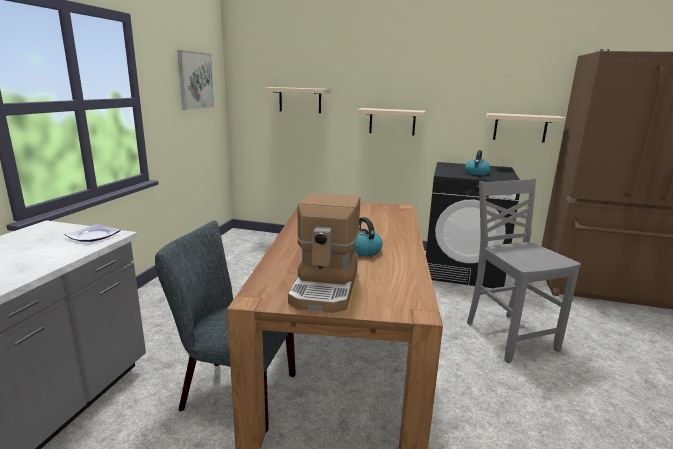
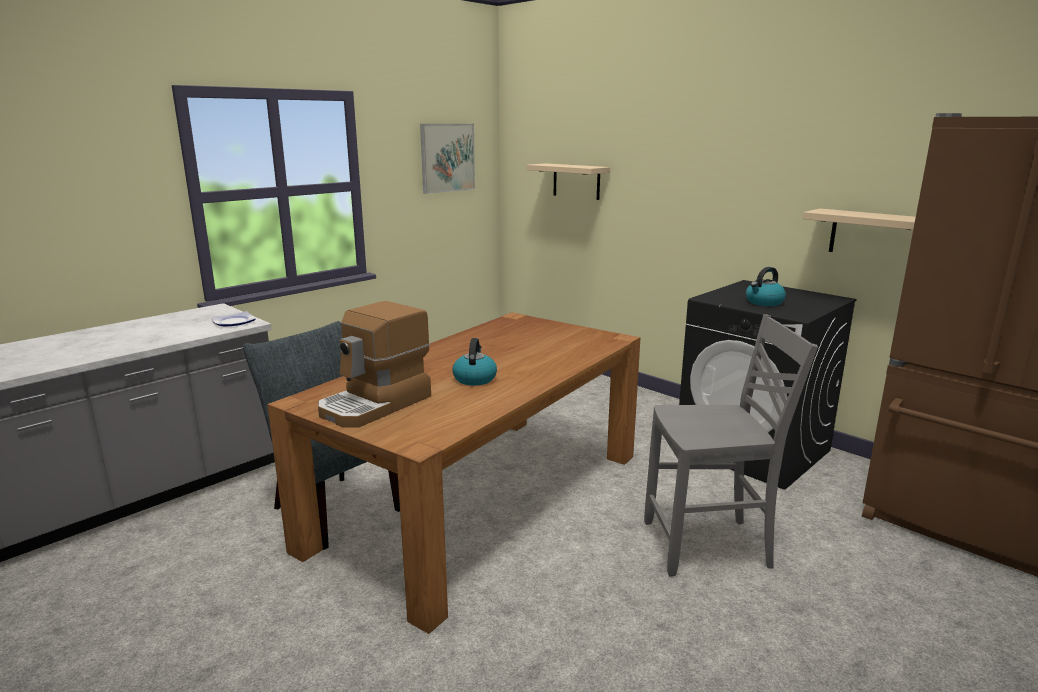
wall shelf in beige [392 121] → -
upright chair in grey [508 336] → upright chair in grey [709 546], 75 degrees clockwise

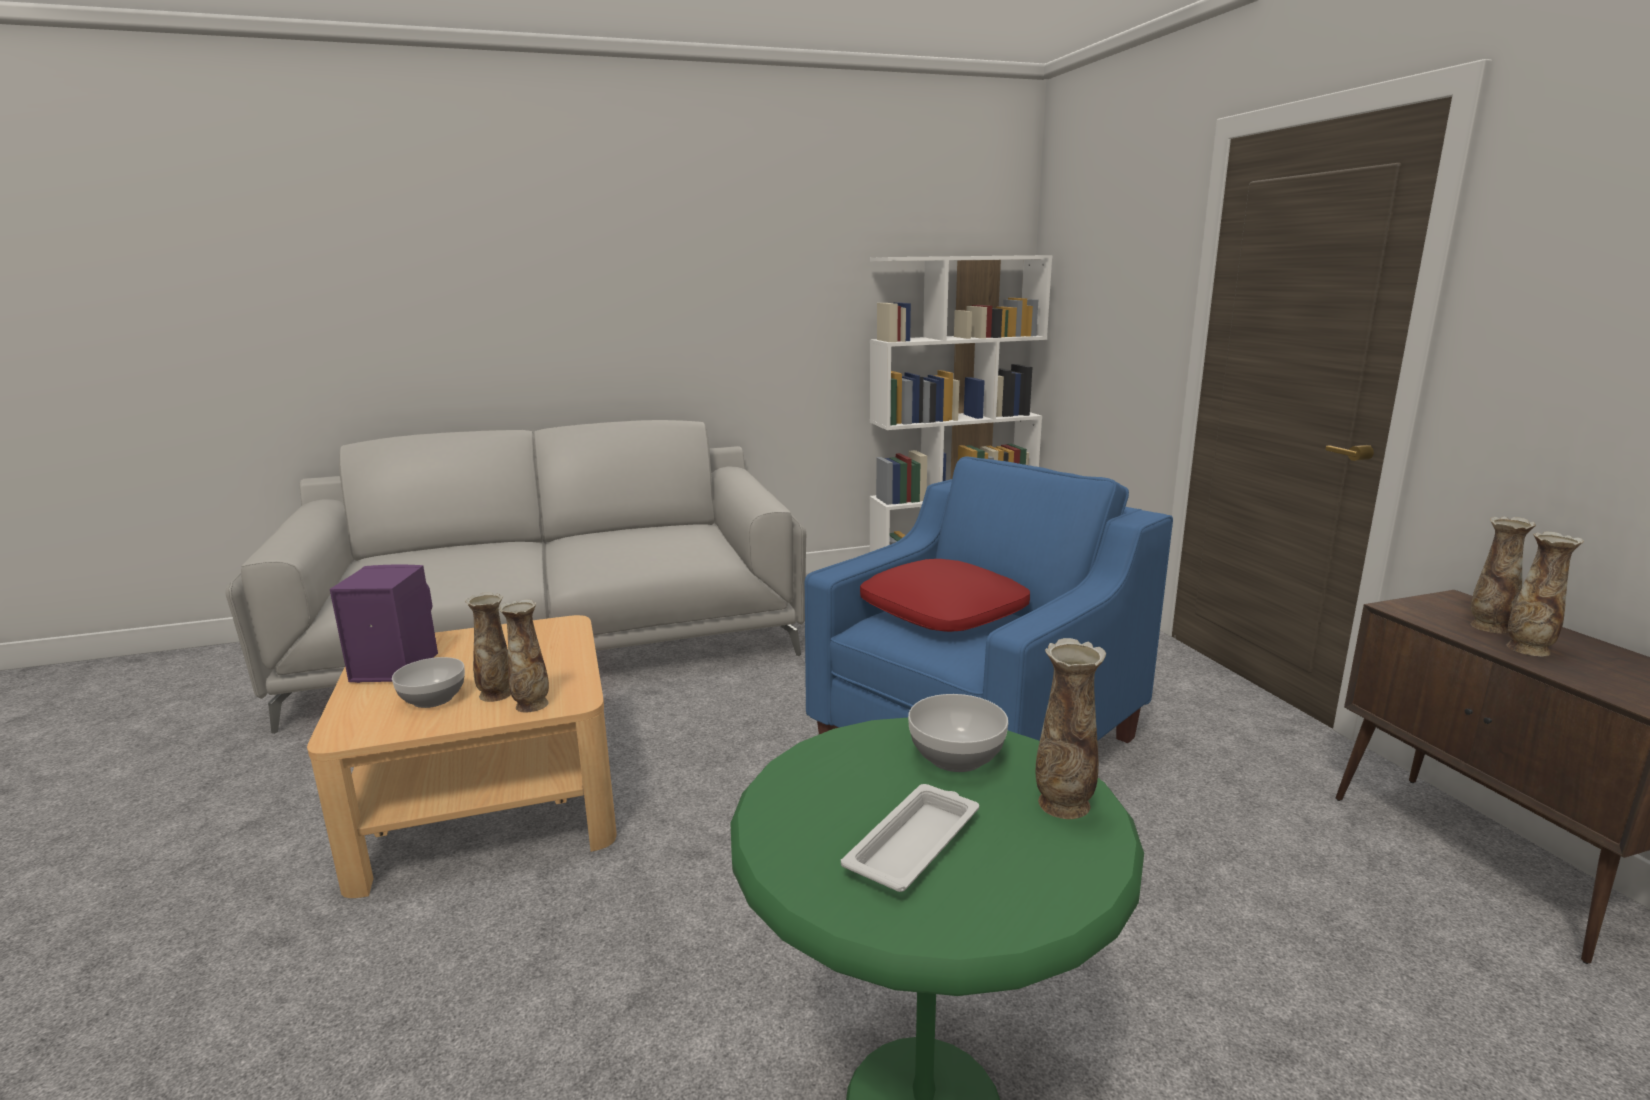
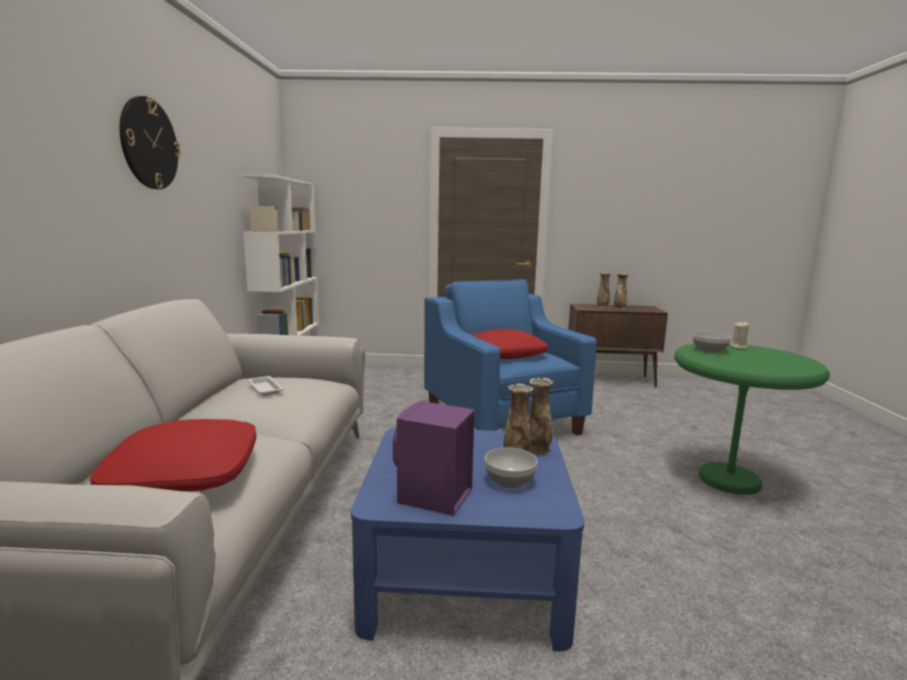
low table in beige [491 799] → low table in blue [464 571]
vase [1063 805] → wax candle in beige [738 347]
carrying tray in whitish [915 843] → carrying tray in whitish [265 388], moved
- → clock on the wall [149 144]
- → pillow in red [183 473]

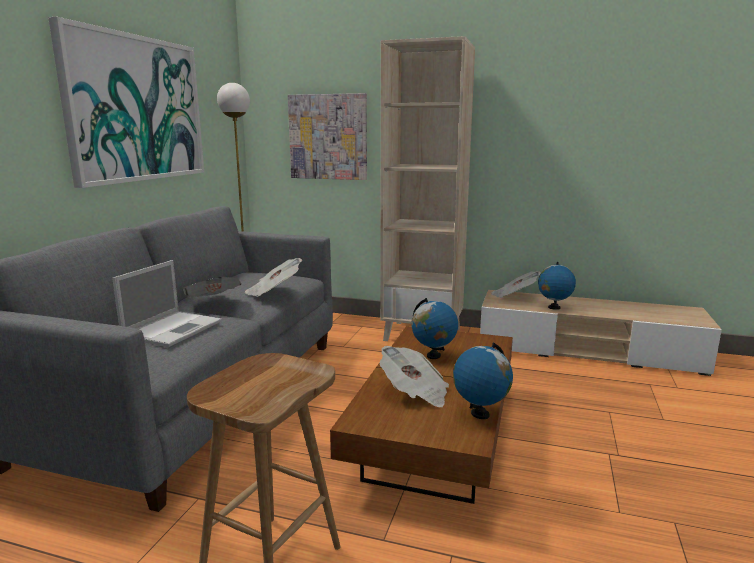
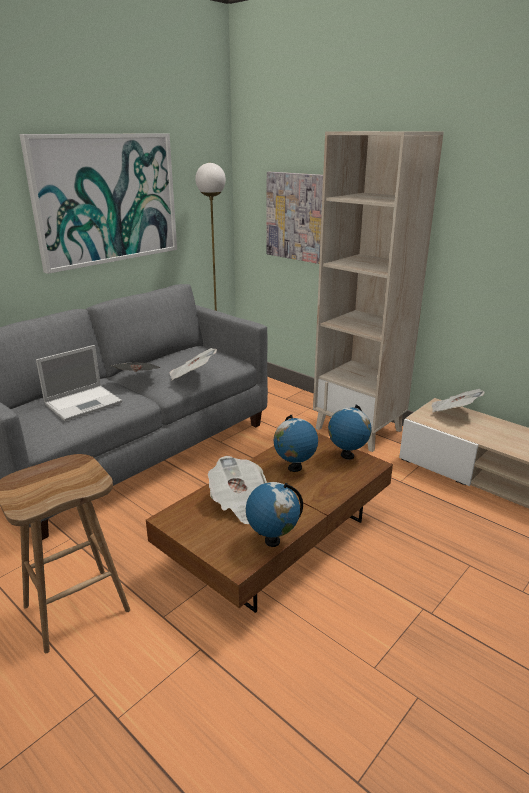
globe [554 307] → globe [347 455], moved

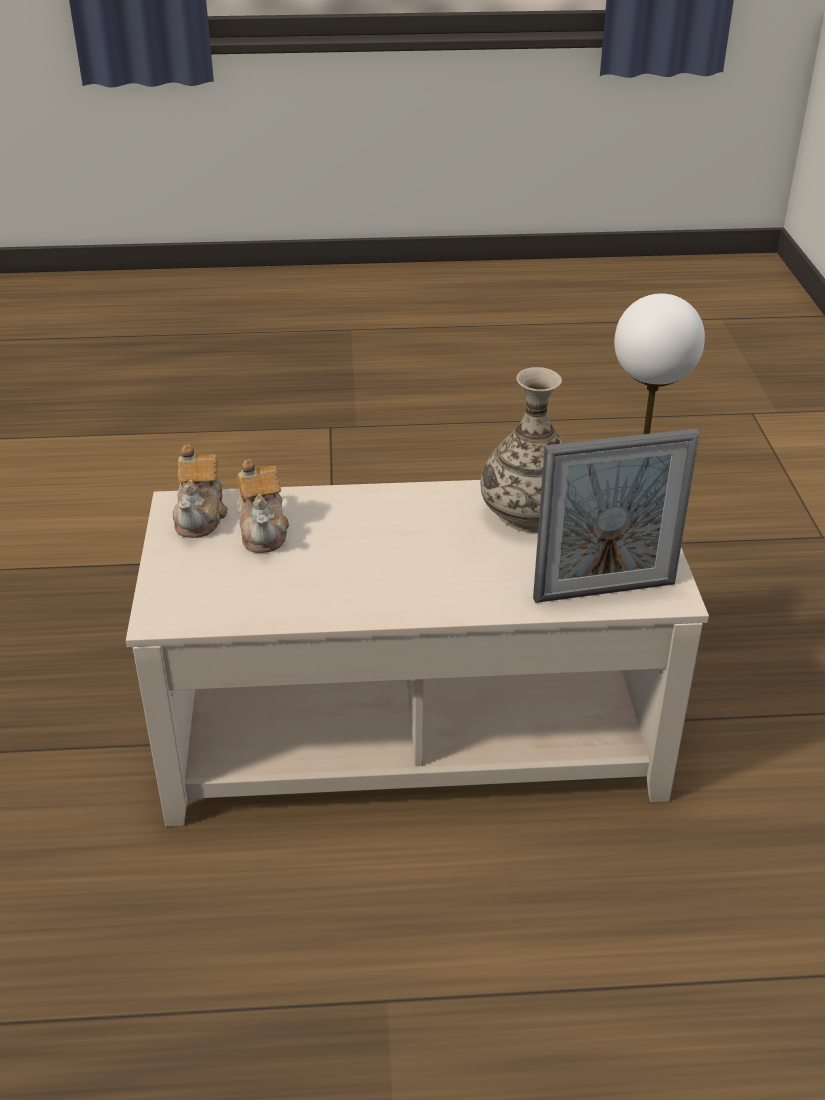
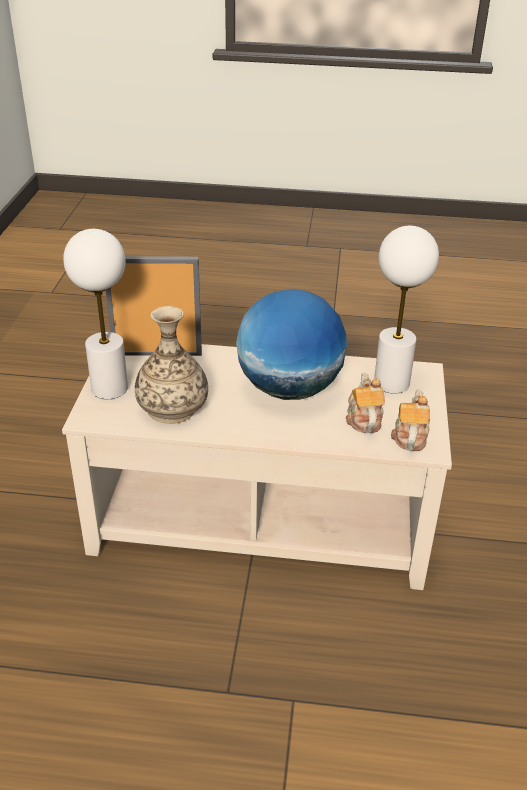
- → table lamp in whitish [392 383]
- → globe [289 389]

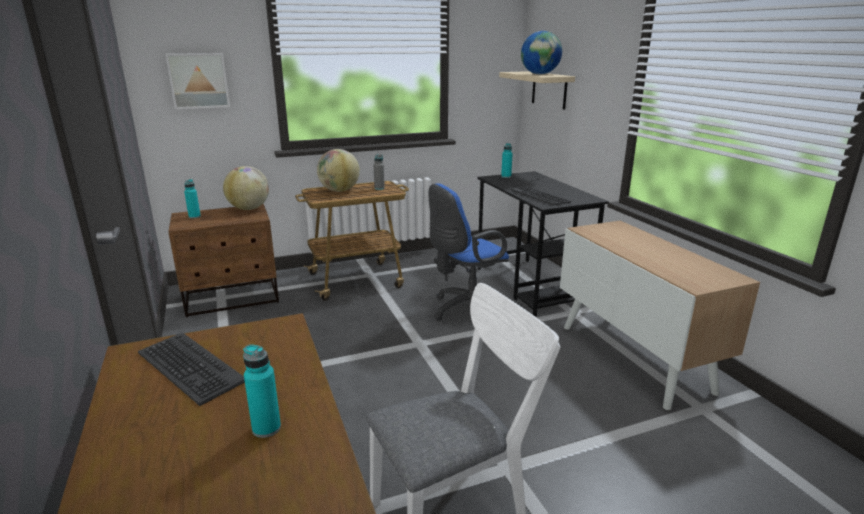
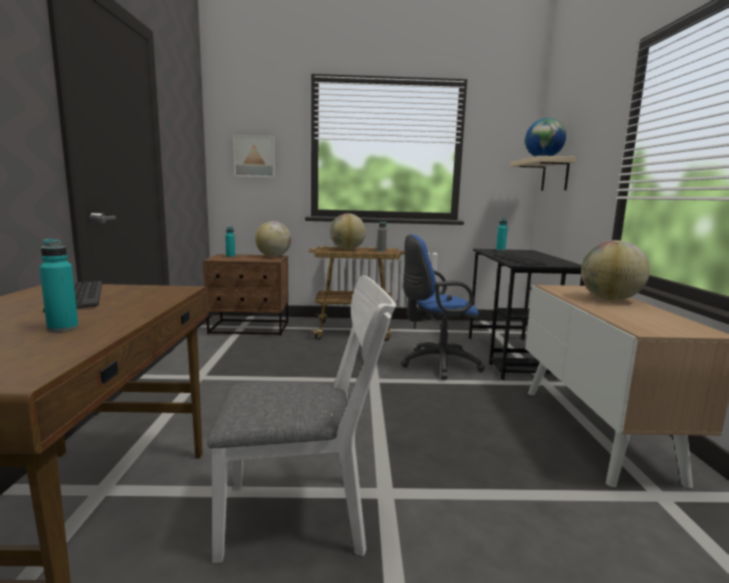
- → globe [610 299]

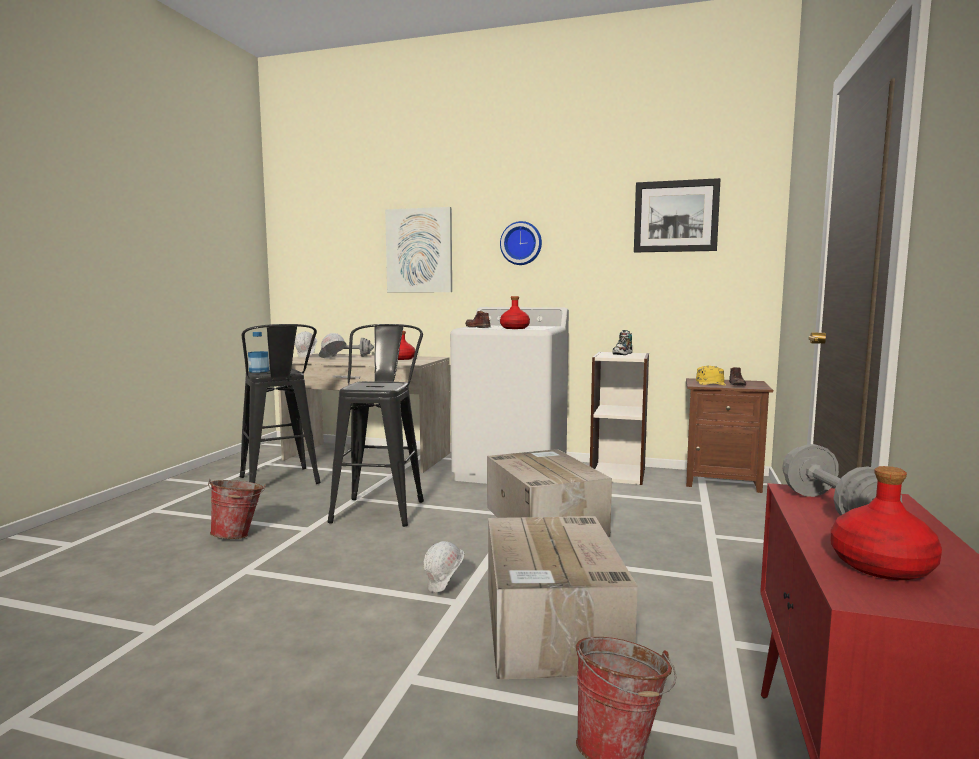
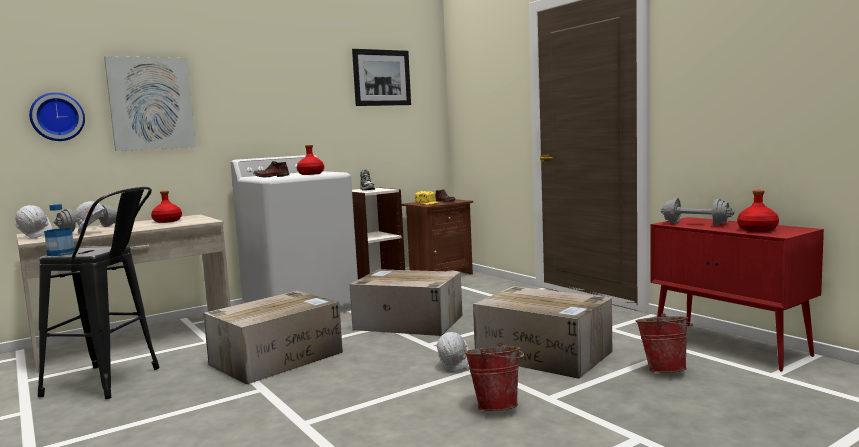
clock on the wall [521 243] → clock on the wall [57 117], moved
stool in black [381 508] → packing box [278 358]
bucket [239 535] → bucket [496 406], moved

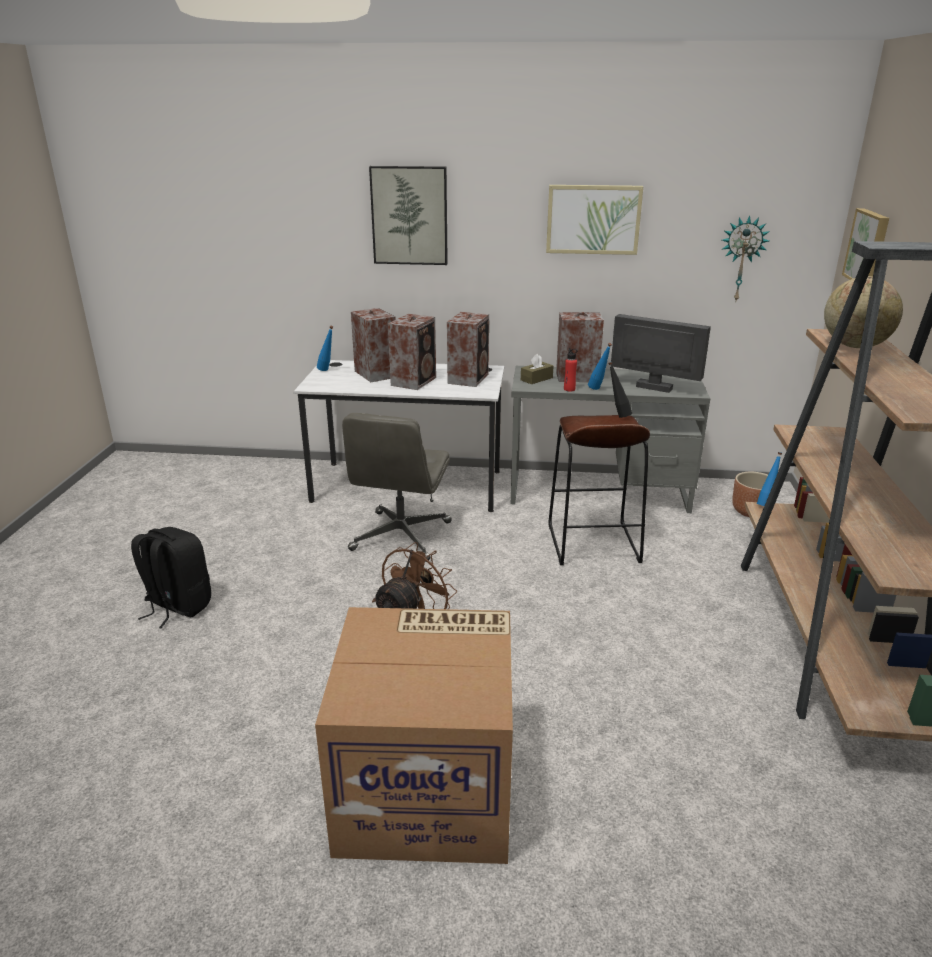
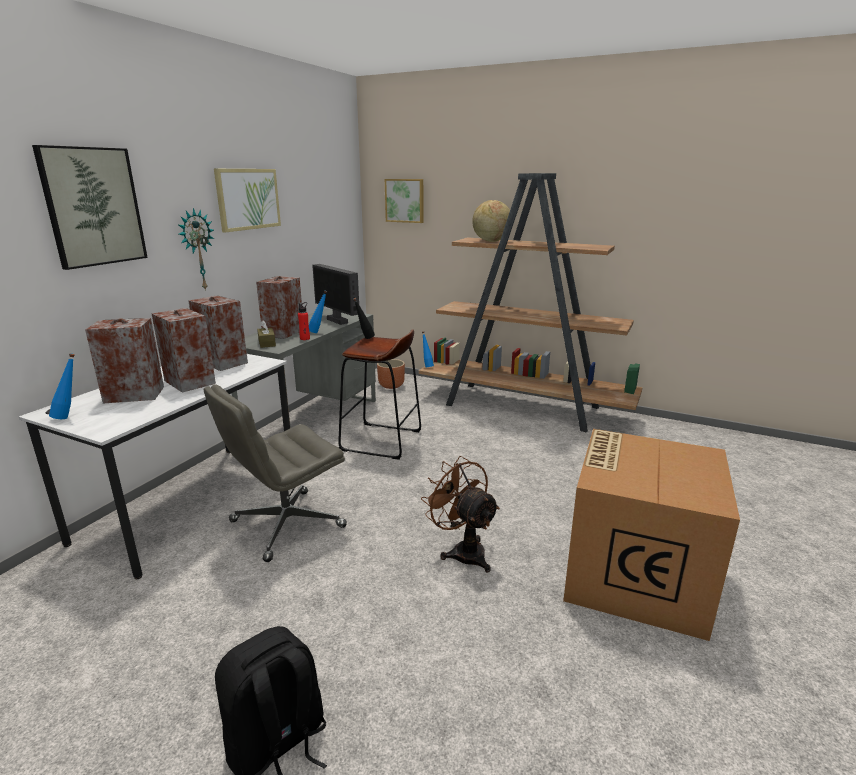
clock on the wall [741 259] → clock on the wall [197 250], moved
monitor [653 388] → monitor [338 321], 90 degrees counterclockwise
desk chair in grey [401 537] → desk chair in grey [286 525], 105 degrees clockwise

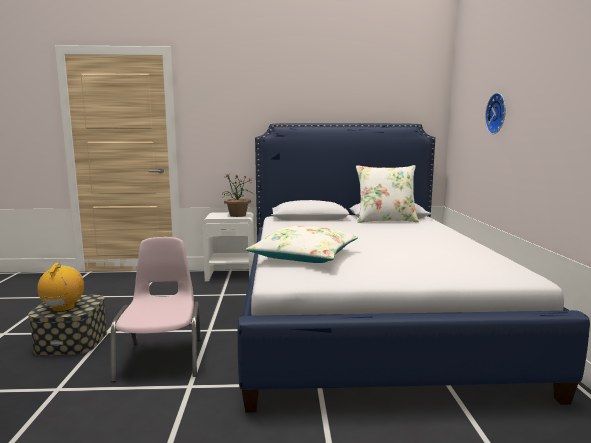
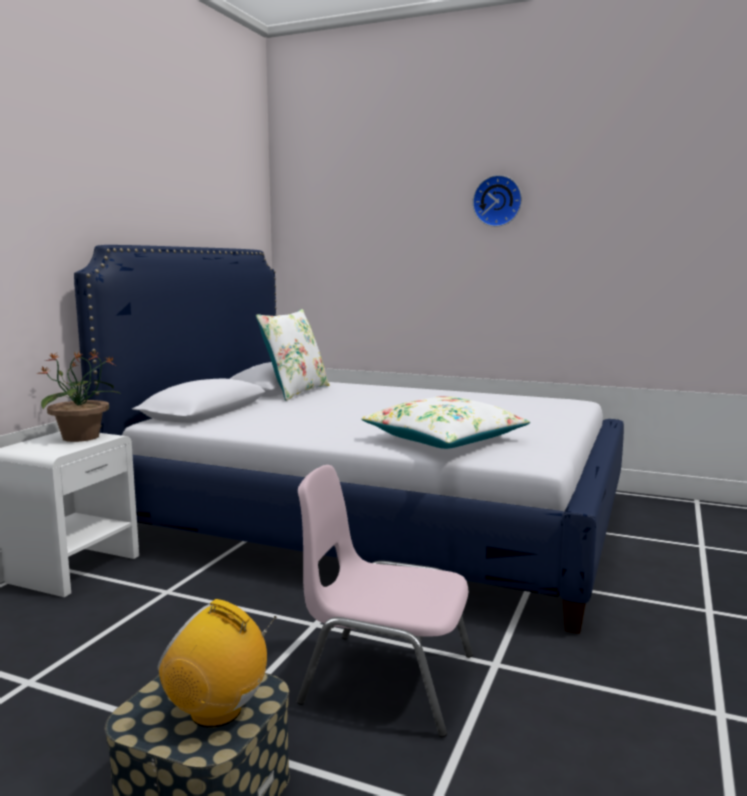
clock on the wall [498 113] → clock on the wall [497 201], moved

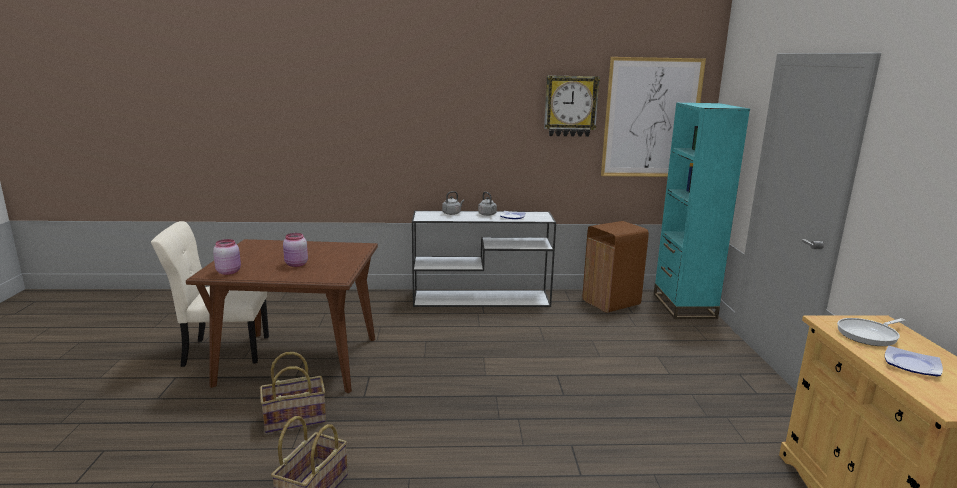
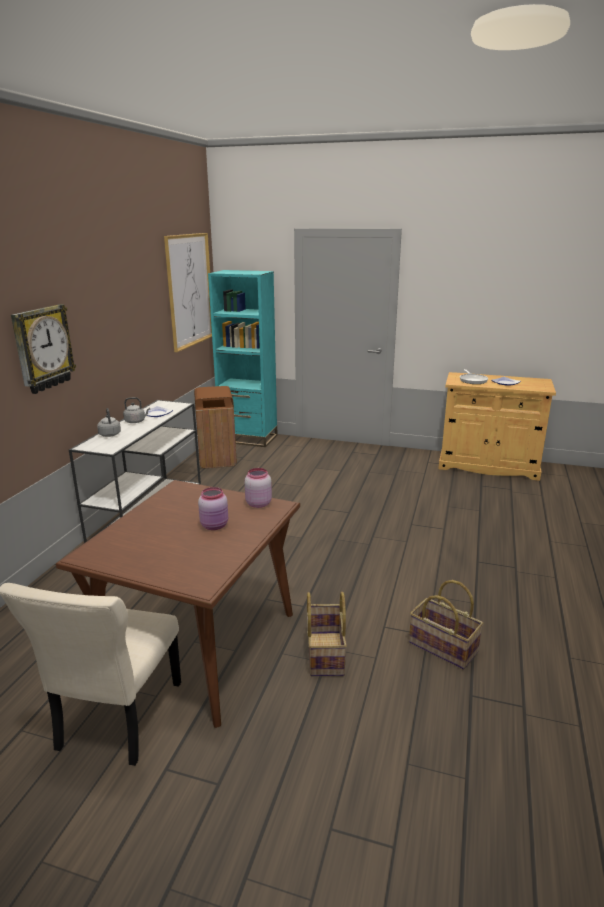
clock on the wall [570 106] → clock on the wall [42 348], moved
jar in pinkish [229 271] → jar in pinkish [258 503], moved

